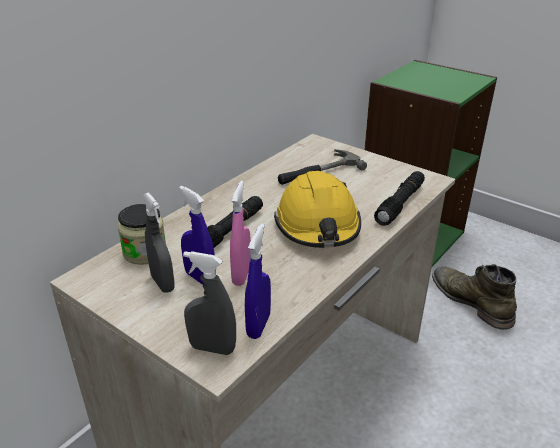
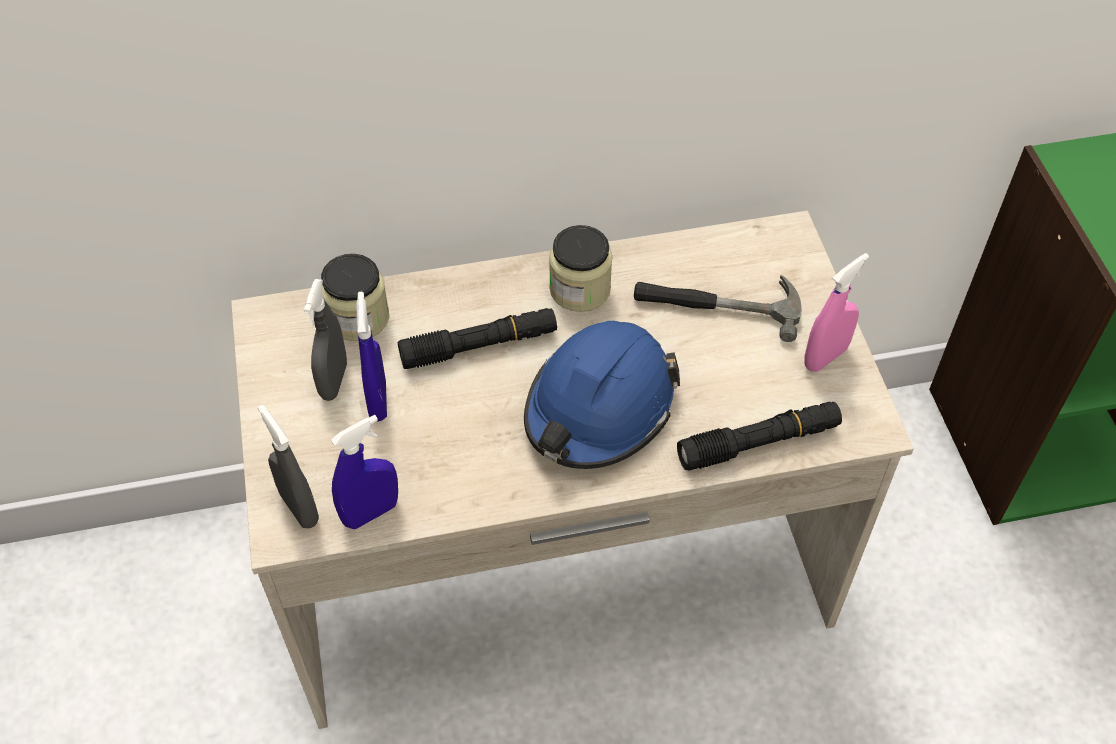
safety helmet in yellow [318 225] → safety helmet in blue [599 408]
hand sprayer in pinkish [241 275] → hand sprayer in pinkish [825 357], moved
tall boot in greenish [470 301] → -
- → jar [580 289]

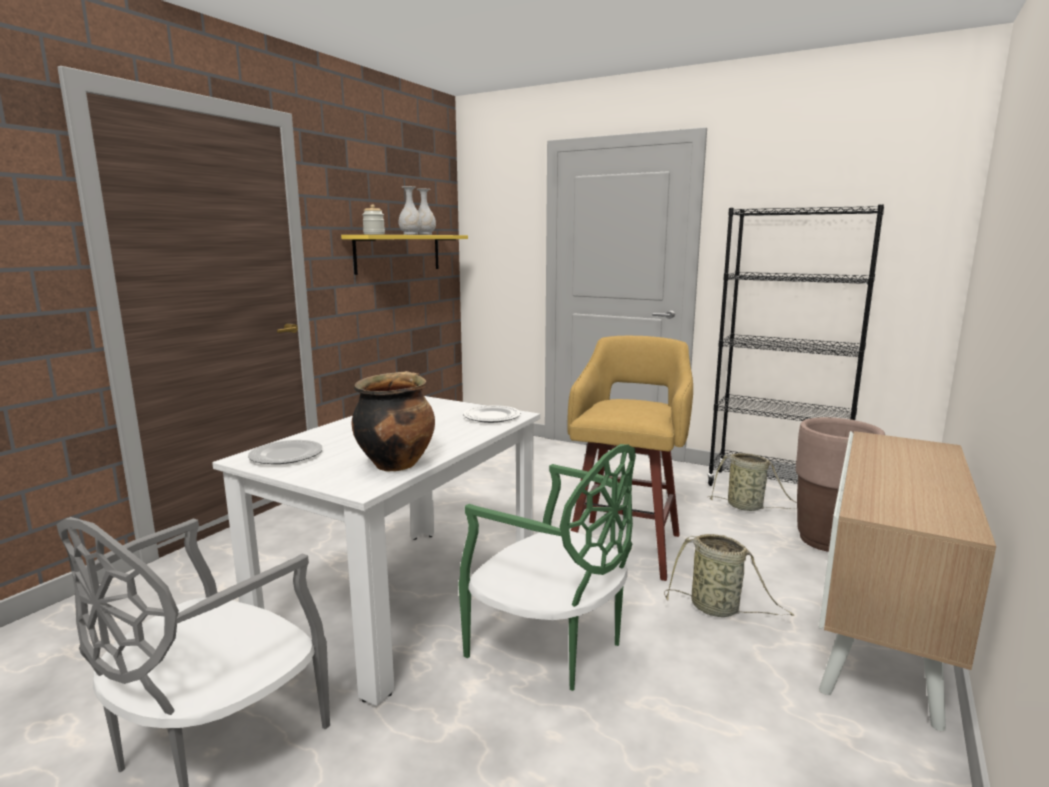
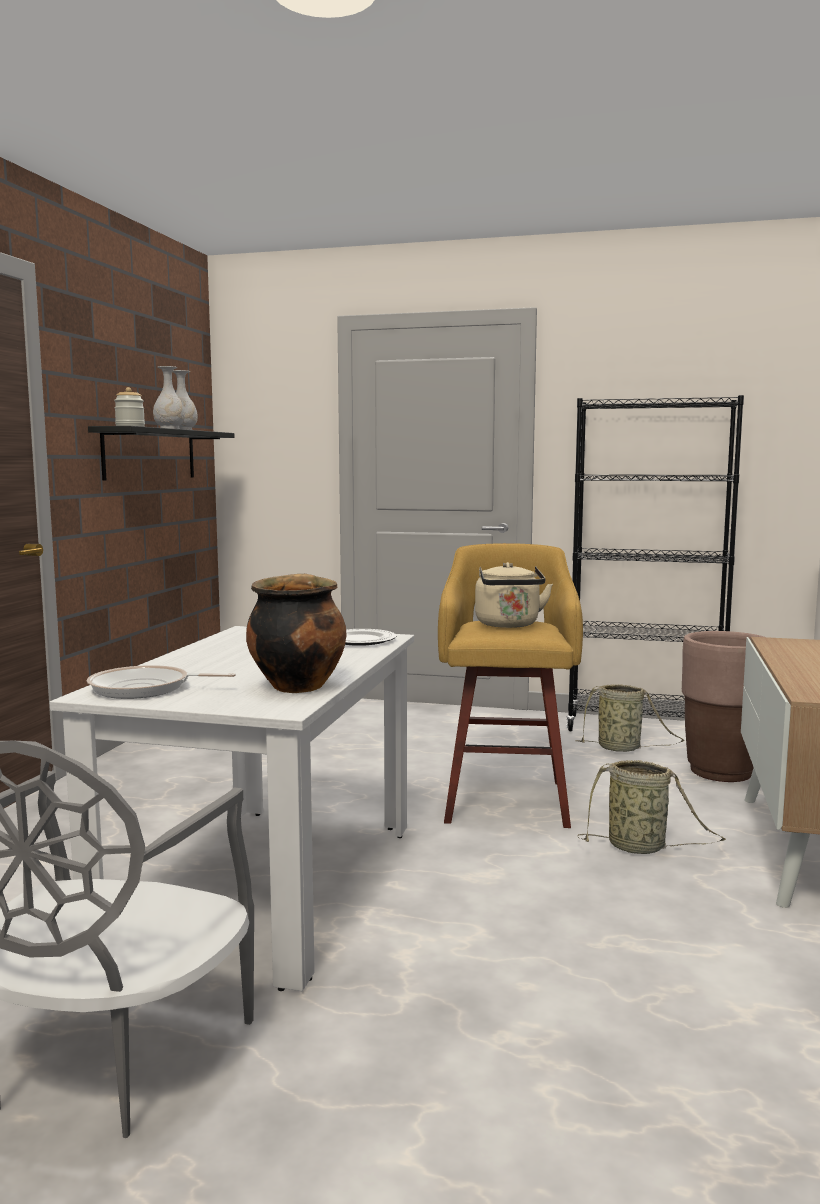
wall shelf in yellow [398 253] → wall shelf in black [150 454]
dinner plate [286 455] → skillet [145 688]
upright chair in greenish [551 645] → -
- → kettle in beige [508 625]

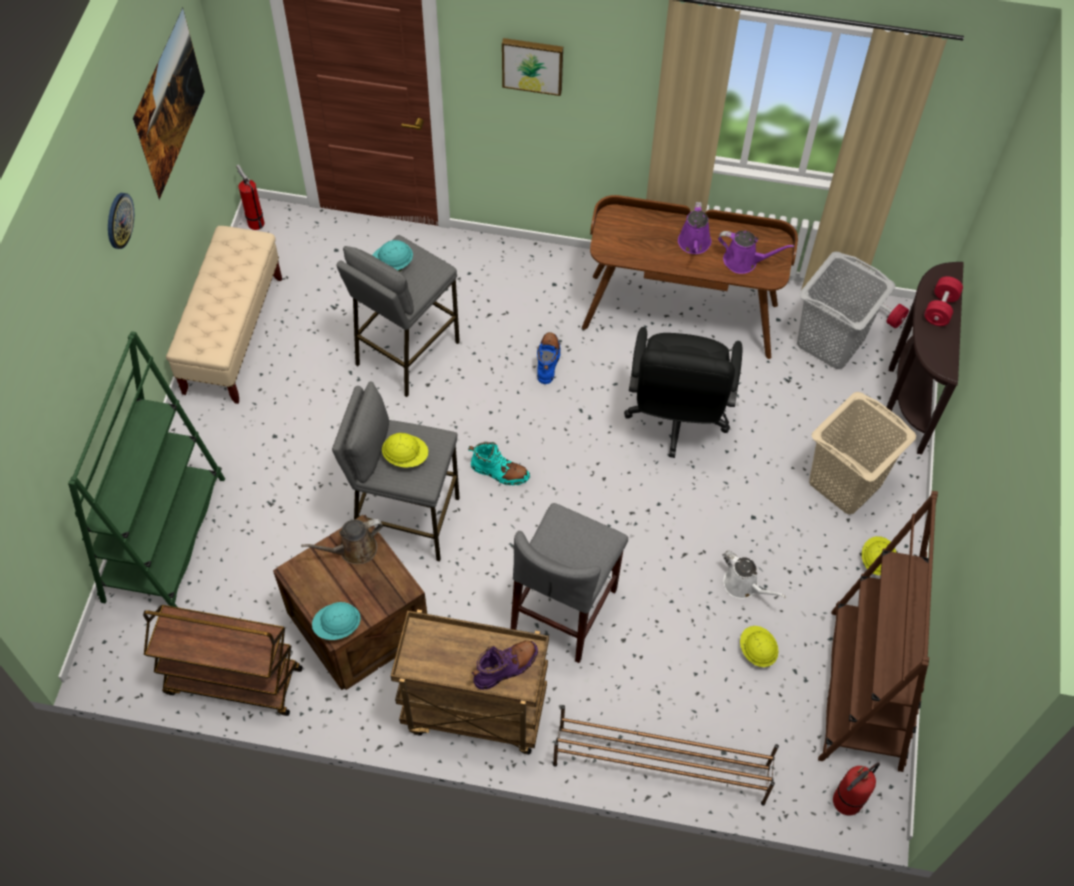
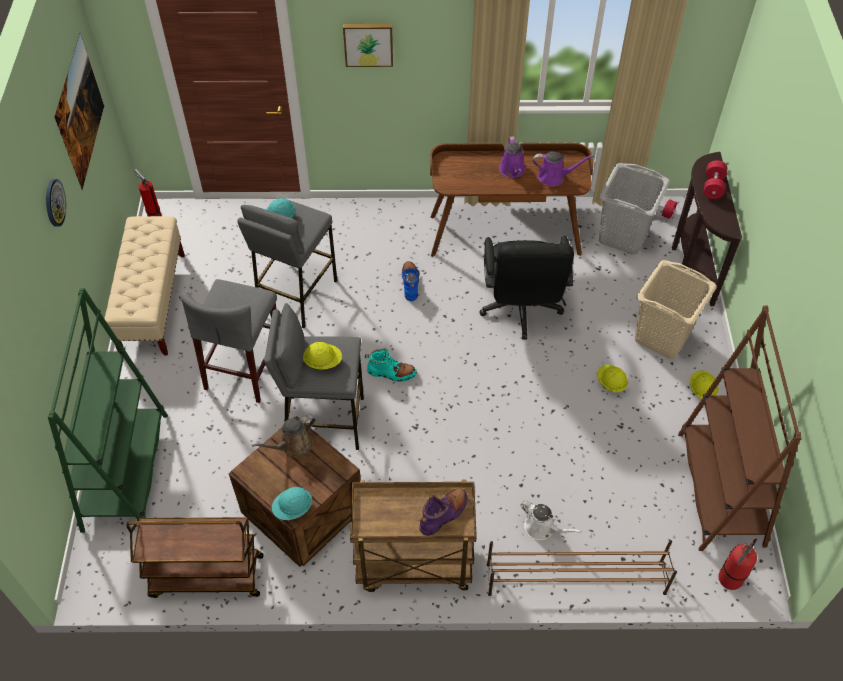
stool in grey [564 610] → stool in grey [244 368], moved
sprinkling can in whitish [743 585] → sprinkling can in whitish [542 528], moved
safety helmet in yellow [757 651] → safety helmet in yellow [610 383], moved

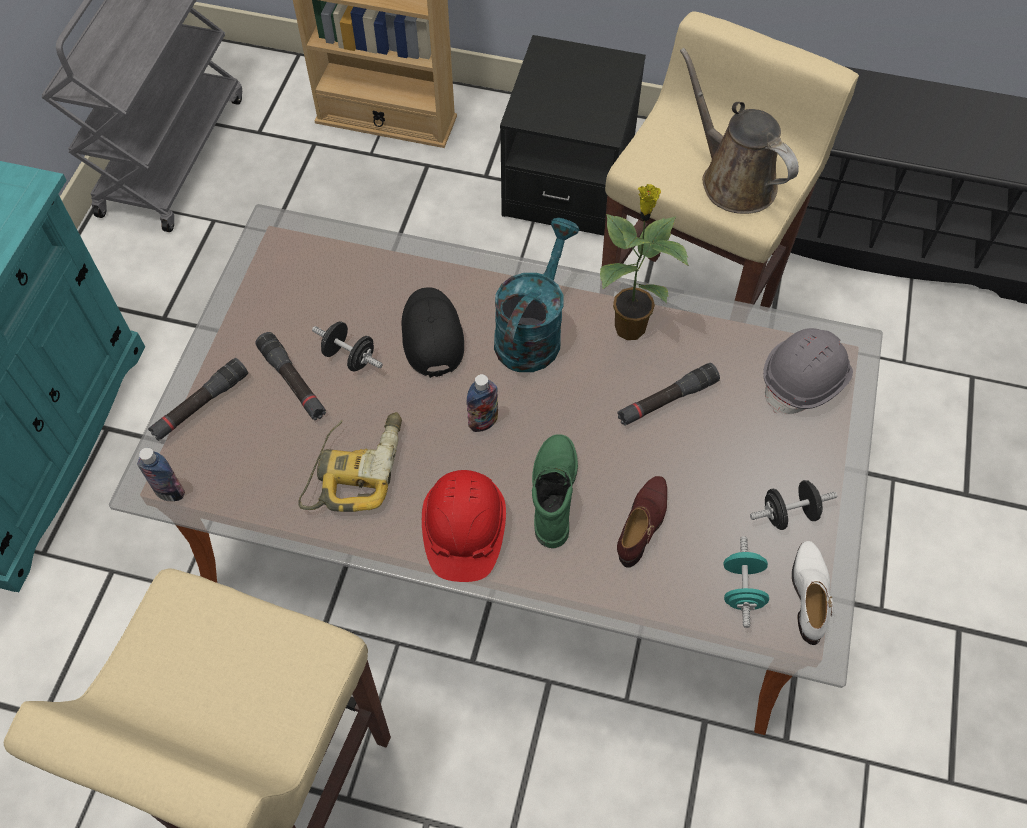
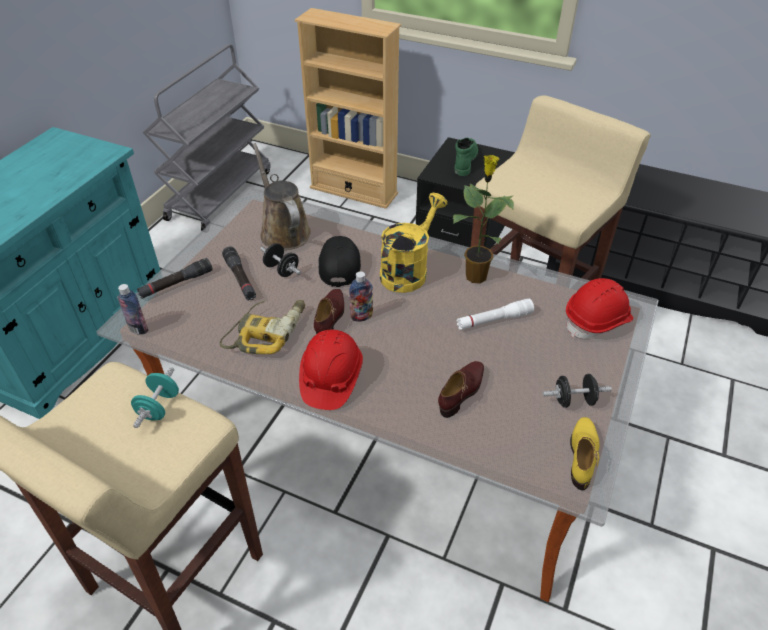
sprinkling can in brownish [733 179] → sprinkling can in brownish [283 231], moved
sprinkling can in blue-green [532 331] → sprinkling can in yellow [408 270]
safety helmet in grey [805 380] → safety helmet in red [597 321]
torch in black [666 400] → torch in whitish [494 320]
tall boot in greenish [552 493] → tall boot in greenish [464 161], moved
free weight in blue-green [742 589] → free weight in blue-green [159 407], moved
low shoe in whitish [809 594] → low shoe in yellow [582 455]
- → low shoe in brownish [330 317]

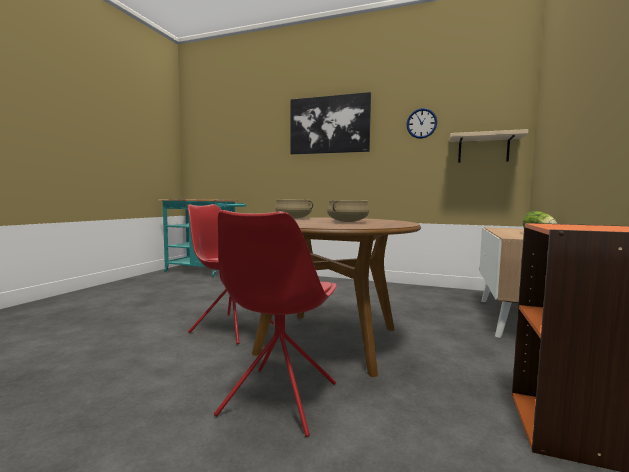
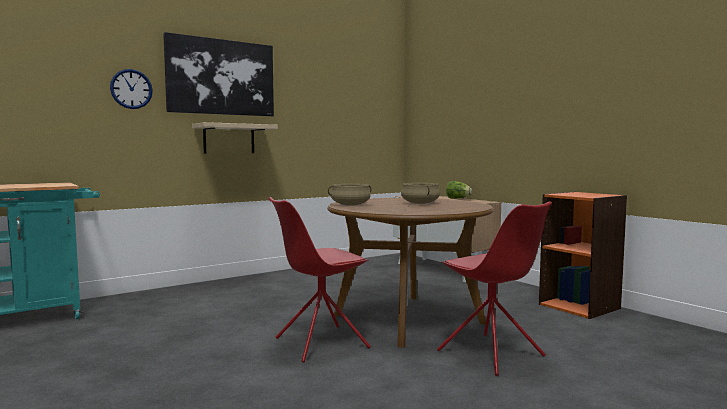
clock on the wall [421 123] → clock on the wall [131 89], moved
wall shelf in beige [483 149] → wall shelf in beige [229 139], moved

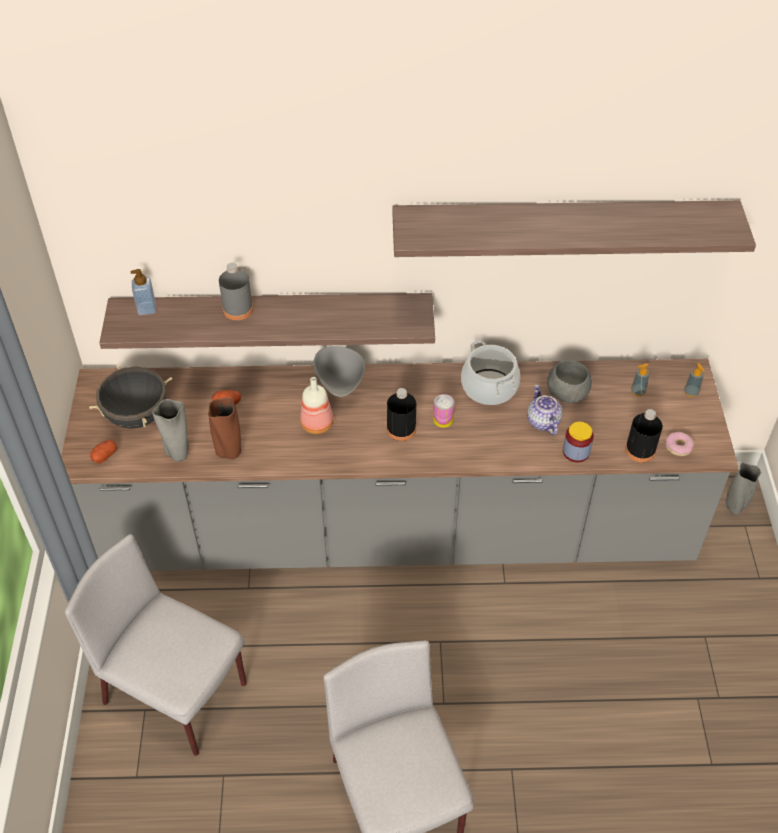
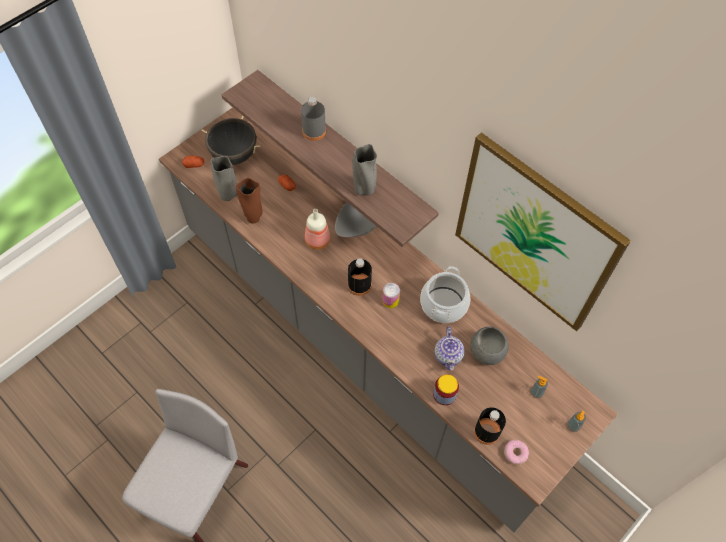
wall shelf [563 225] → picture [534 234]
soap dispenser [146 309] → -
teapot [542 421] → teapot [448 356], 150 degrees clockwise
vase in grey [735 507] → vase in grey [364 190], moved
upright chair in grey [177 694] → -

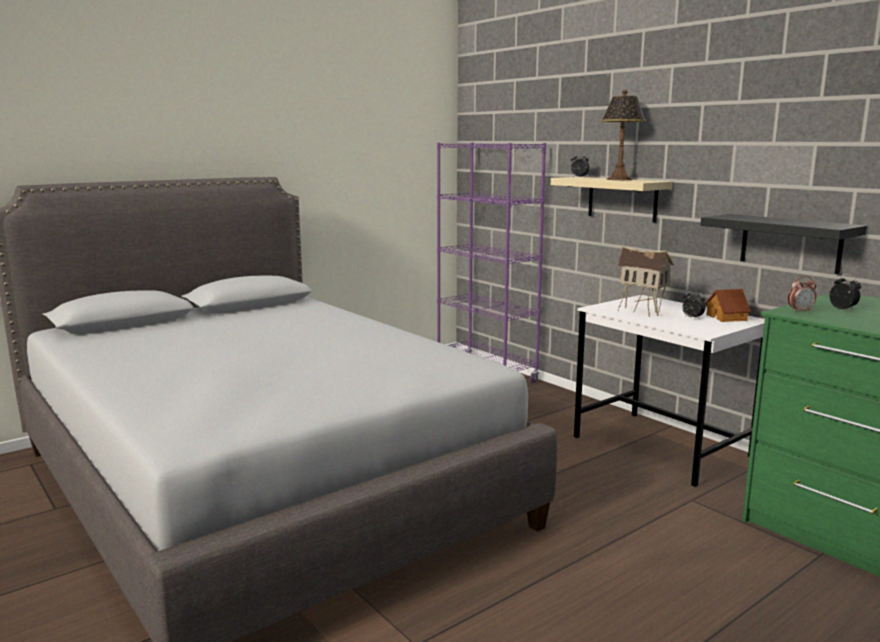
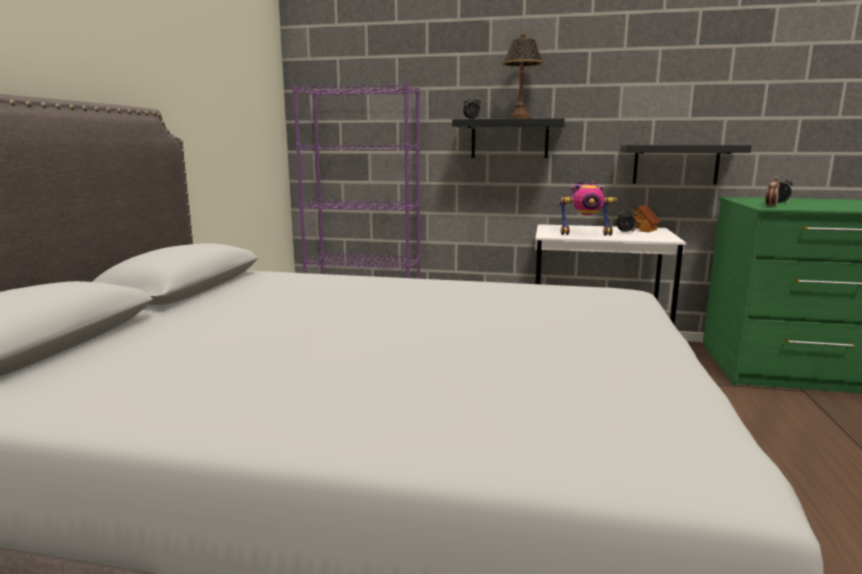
wall shelf in beige [622 199] → wall shelf in black [509 139]
model house [642 312] → model robot [585 234]

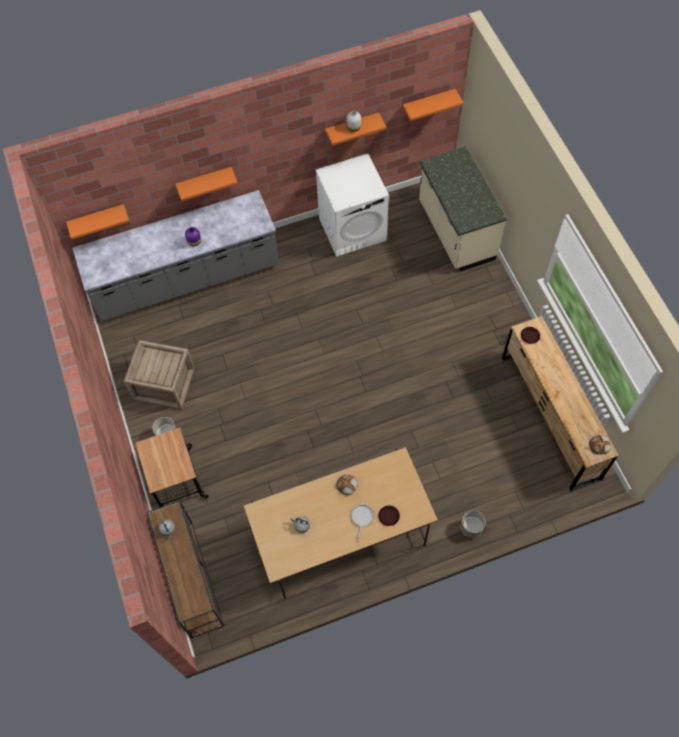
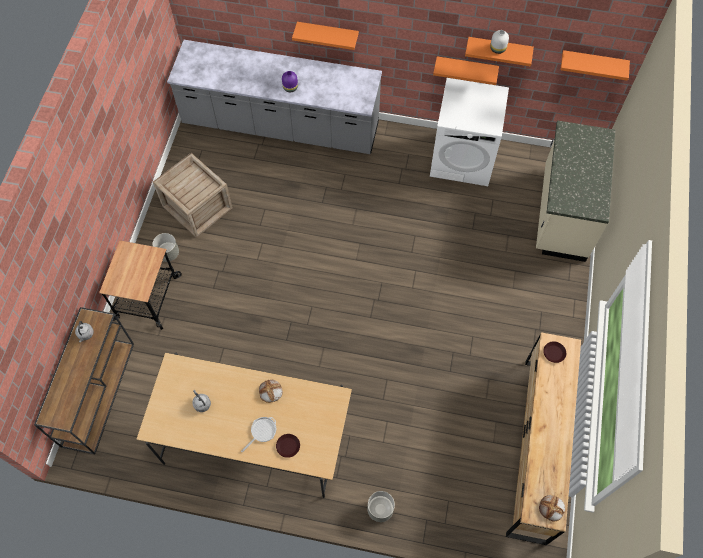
wall shelf in orange-coloured [97 219] → wall shelf in orange-coloured [466 68], moved

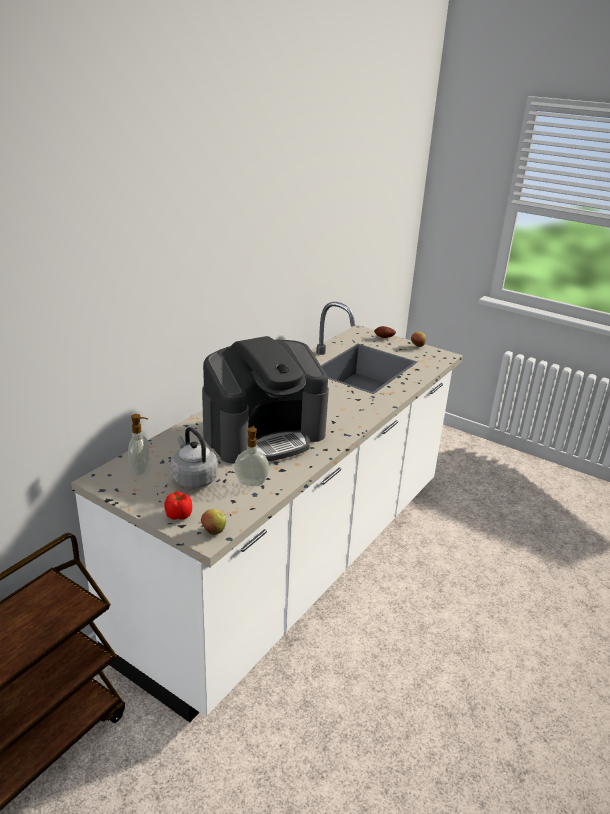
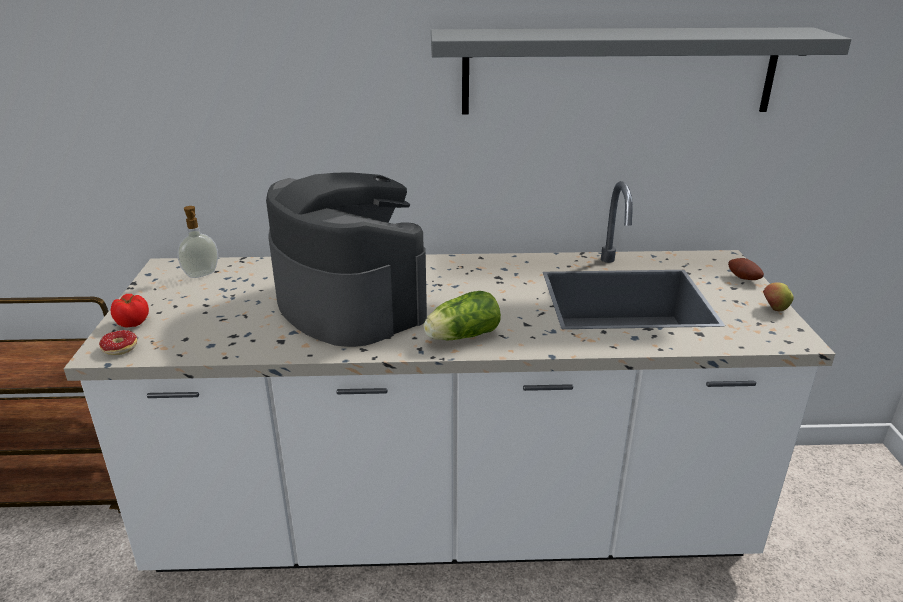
coffee machine [264 434] → coffee machine [349 302], 150 degrees counterclockwise
soap dispenser [251 482] → -
kettle in grey [193 478] → -
apple [213 532] → ring doughnut [114 351]
- → wall shelf in grey [619 71]
- → lettuce [460 336]

